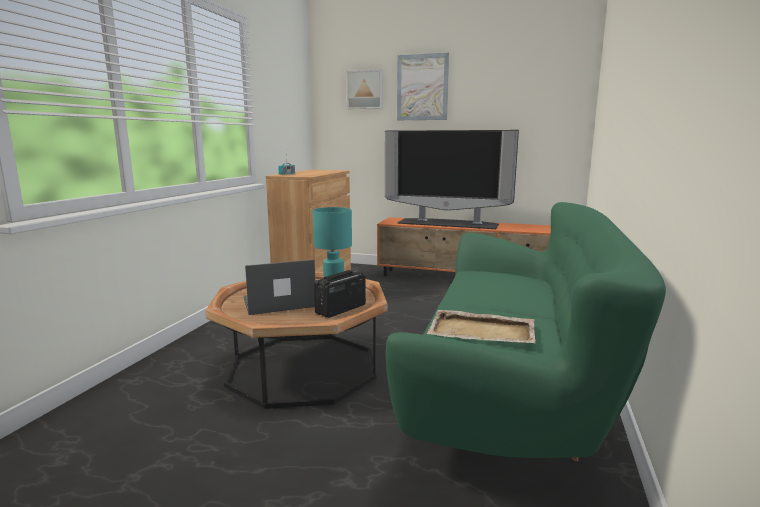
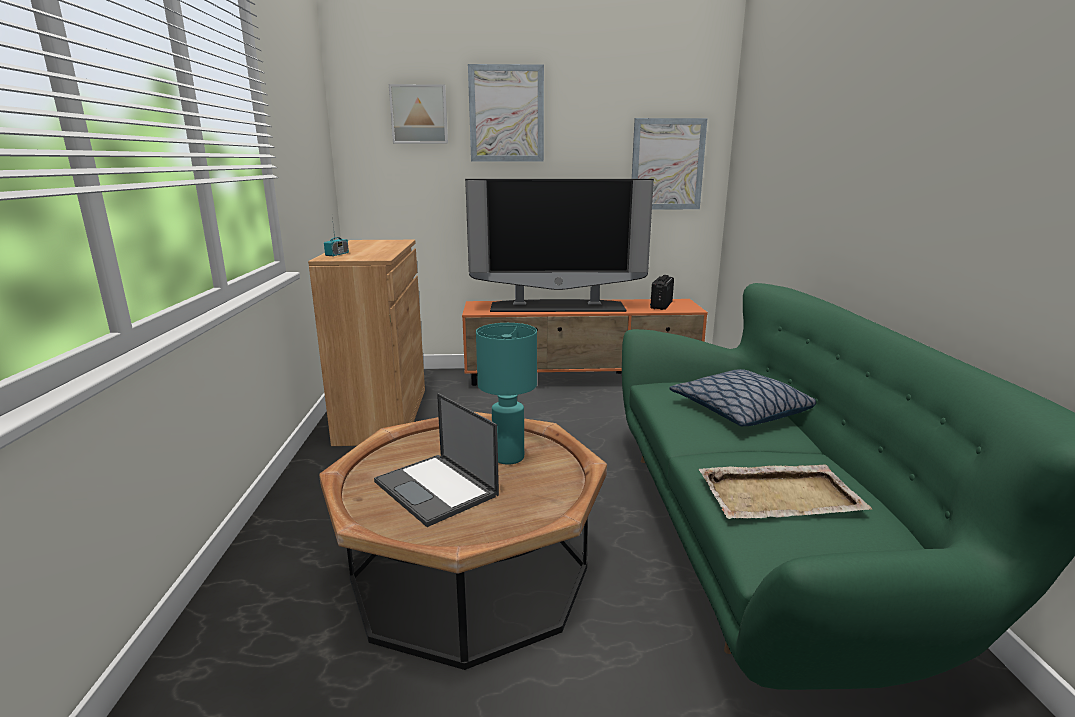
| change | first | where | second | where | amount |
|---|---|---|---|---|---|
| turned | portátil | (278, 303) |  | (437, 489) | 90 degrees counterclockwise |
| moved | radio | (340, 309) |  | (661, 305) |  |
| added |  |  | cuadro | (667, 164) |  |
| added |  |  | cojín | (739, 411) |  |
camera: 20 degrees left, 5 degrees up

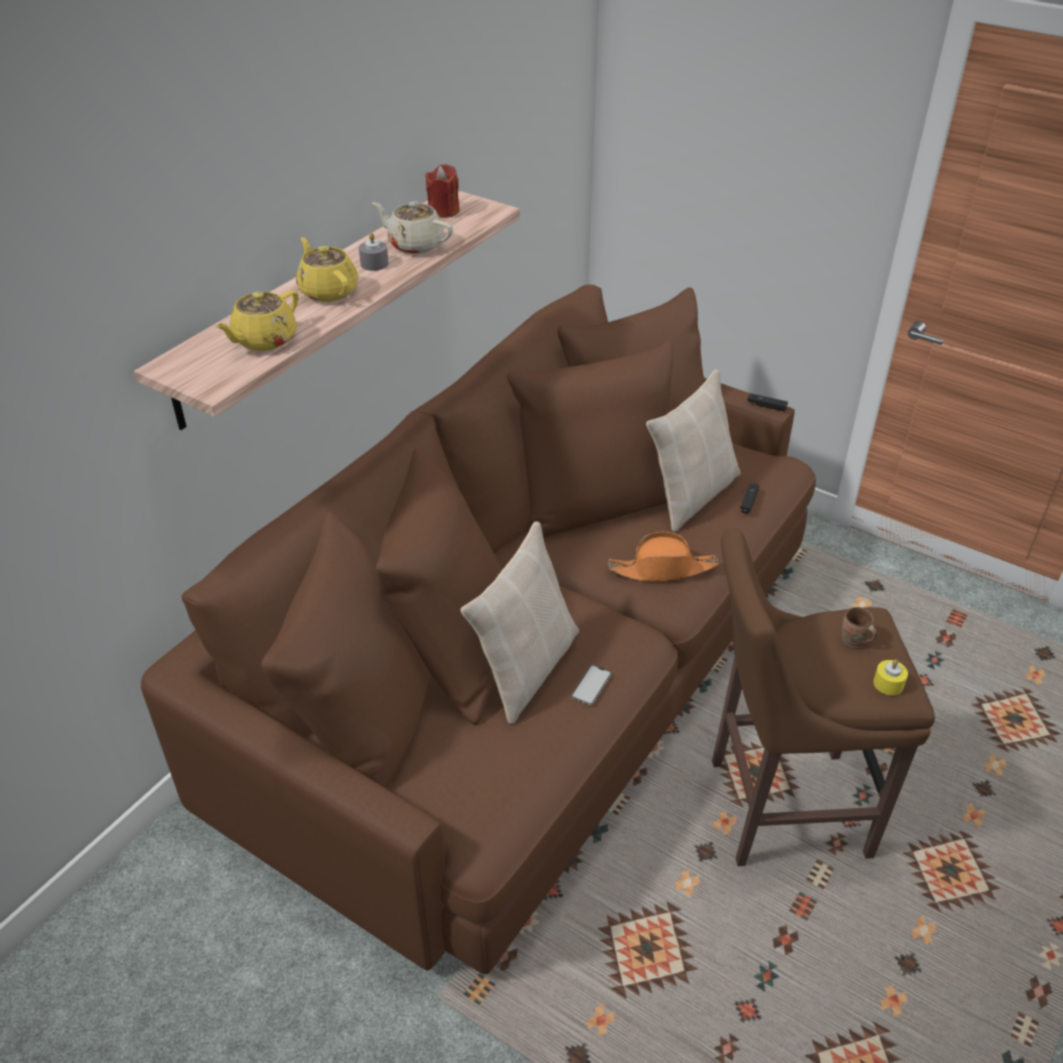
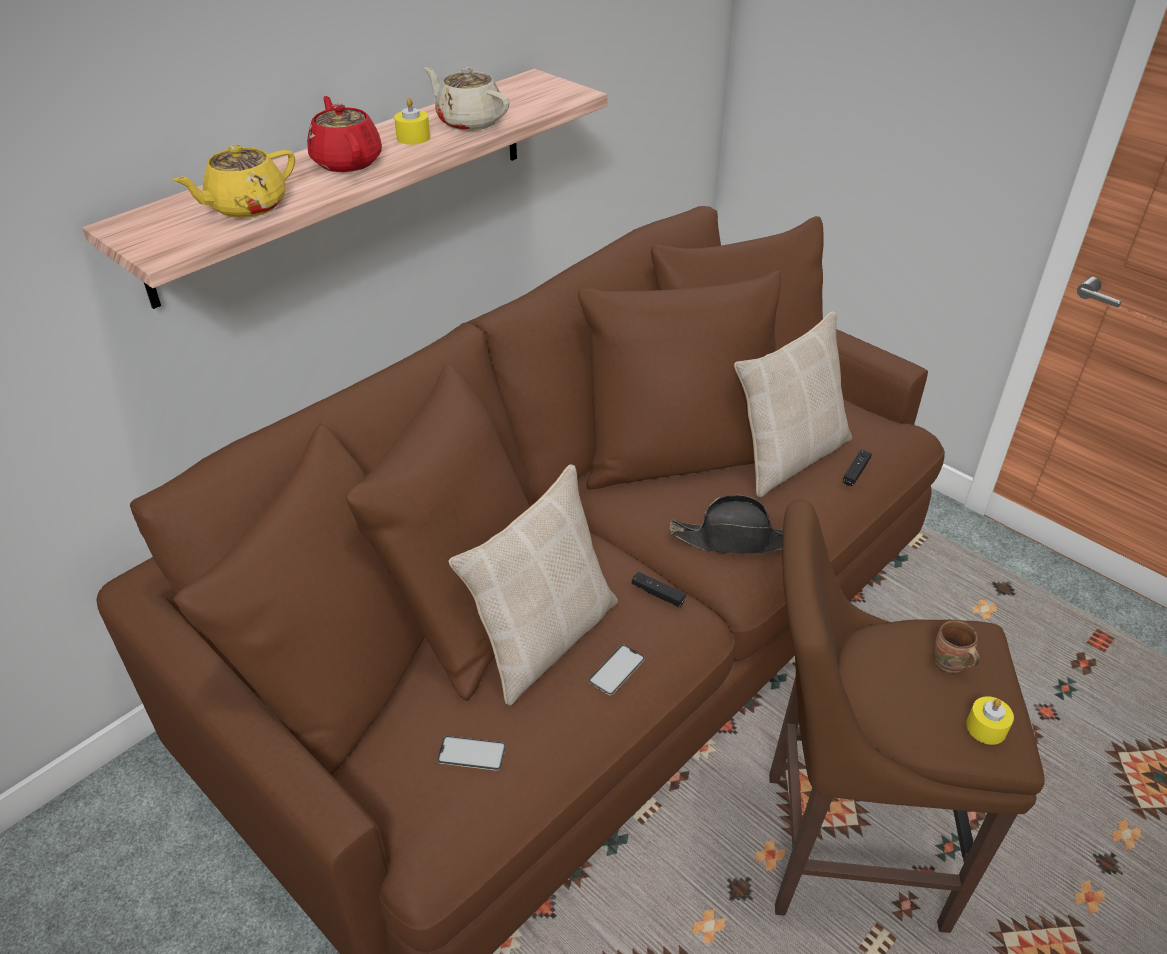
| change | first | where | second | where | amount |
|---|---|---|---|---|---|
| removed | vela [rojo] | (443, 211) |  |  |  |
| recoloured | vela [gris] | (374, 264) | vela [amarillo] | (413, 137) |  |
| recoloured | tetera [amarillo] | (328, 291) | tetera [rojo] | (347, 161) |  |
| moved | mando de consola [negro] | (766, 406) |  | (658, 594) |  |
| recoloured | sombrero [naranja] | (663, 569) | sombrero [negro] | (736, 539) |  |
| added |  |  | móvil | (471, 753) |  |
camera: 10 degrees right, 0 degrees up

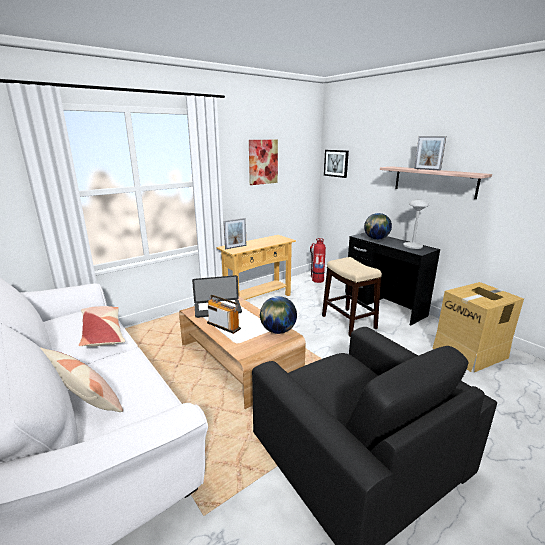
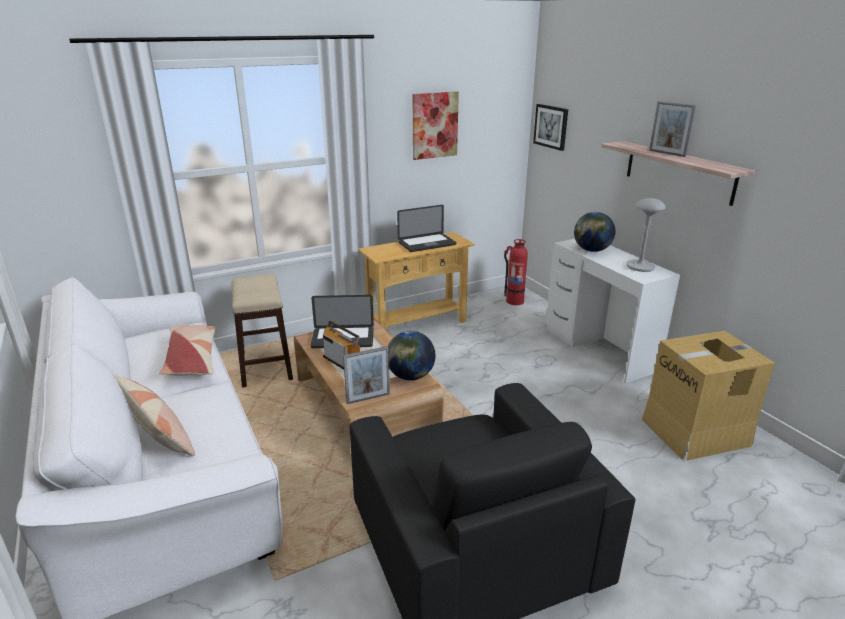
| change | first | where | second | where | amount |
|---|---|---|---|---|---|
| moved | portarretratos | (235, 247) |  | (368, 398) |  |
| recoloured | escritorio [negro] | (384, 305) | escritorio [blanco] | (599, 349) |  |
| moved | taburete | (348, 322) |  | (265, 366) |  |
| added |  |  | portátil | (427, 244) |  |
camera: 10 degrees right, 5 degrees up

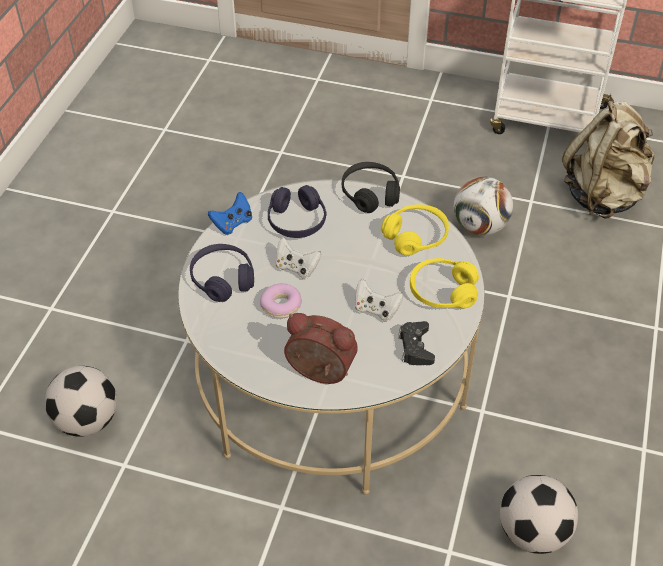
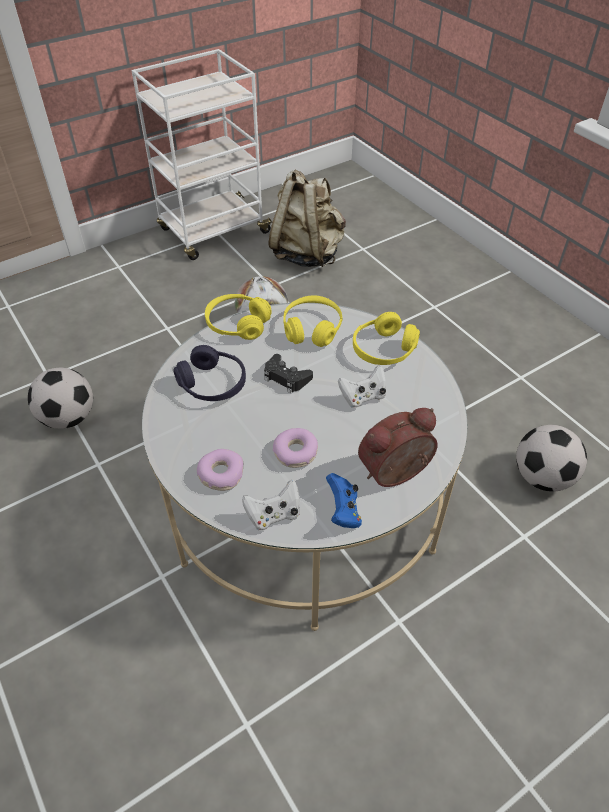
| change | first | where | second | where | amount |
|---|---|---|---|---|---|
| recoloured | auriculares [negro] | (370, 194) | auriculares [amarillo] | (237, 324) |  |
| moved | mando de consola [azul] | (232, 223) |  | (343, 511) |  |
| moved | mando de consola [blanco] | (296, 268) |  | (273, 515) |  |
| replaced | auriculares [morado] | (223, 279) | rosquilla | (221, 474) |  |
| moved | mando de consola [negro] | (415, 347) |  | (286, 377) |  |
| moved | balón de fútbol | (87, 420) |  | (68, 418) |  |
camera: 50 degrees left, 0 degrees up

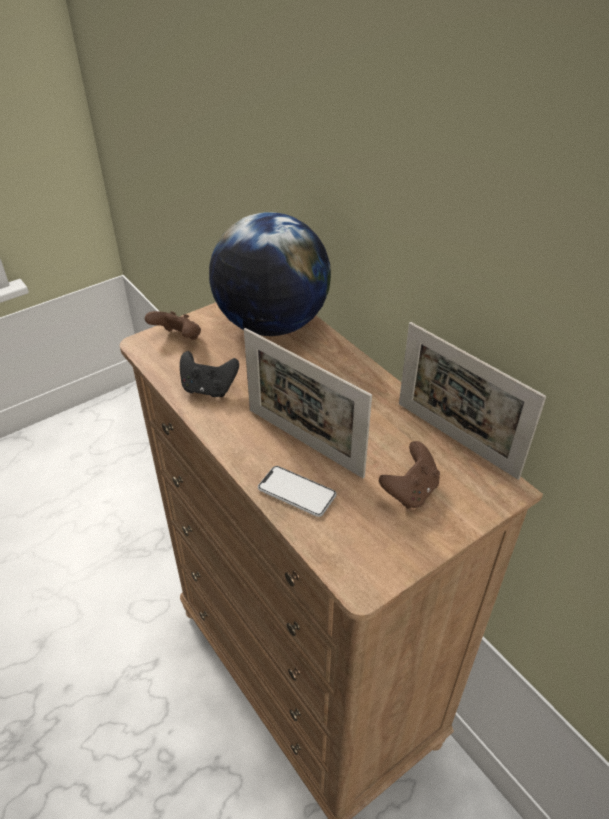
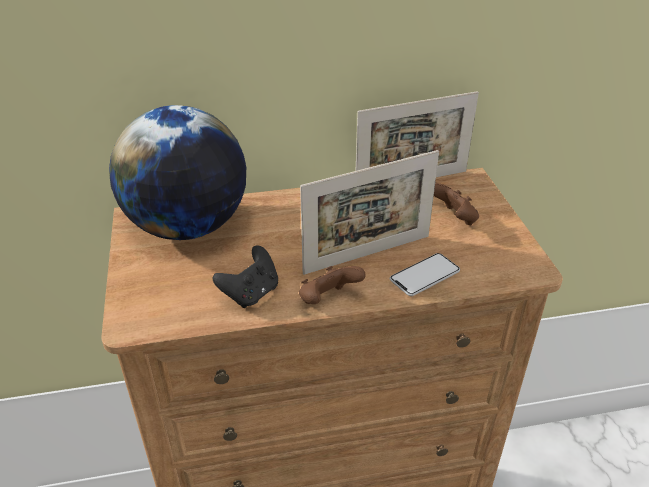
| change | first | where | second | where | amount |
|---|---|---|---|---|---|
| moved | mando de consola [marrón] | (178, 339) |  | (328, 300) |  |
camera: 65 degrees left, 5 degrees down

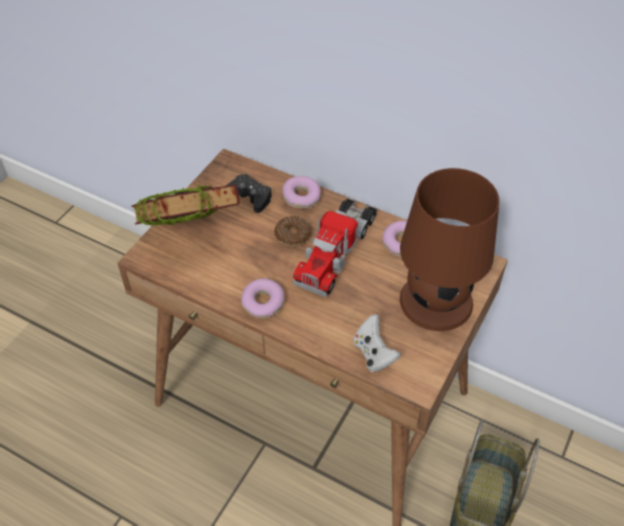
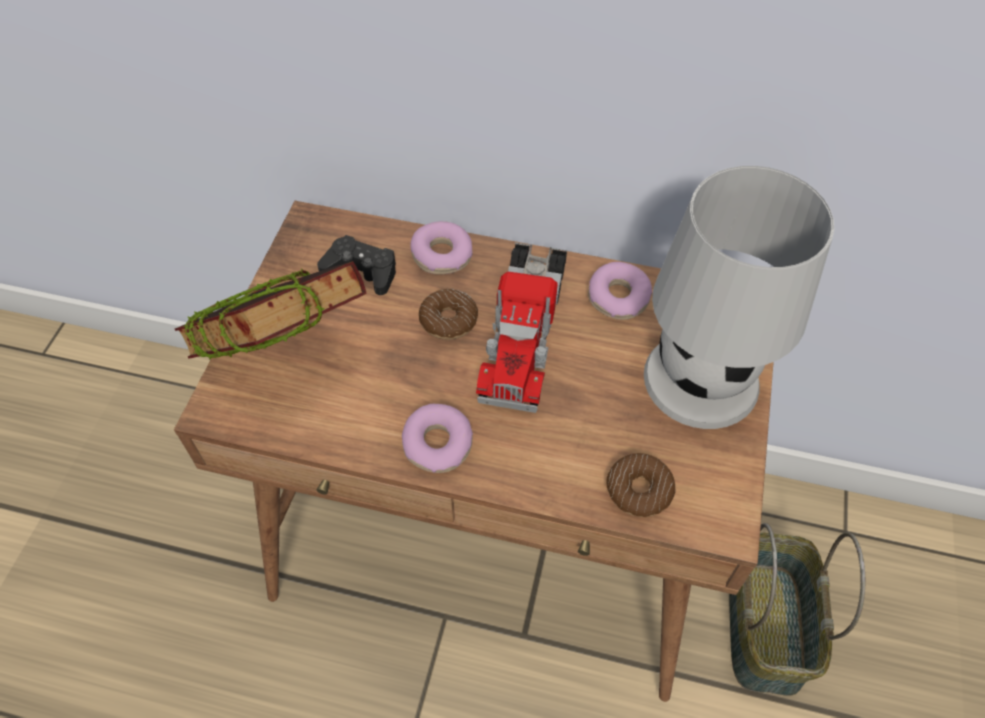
| change | first | where | second | where | amount |
|---|---|---|---|---|---|
| recoloured | lámpara de mesa [marrón] | (437, 301) | lámpara de mesa [blanco] | (703, 379) |  |
| replaced | mando de consola [blanco] | (373, 354) | rosquilla | (639, 490) |  |
camera: 15 degrees left, 5 degrees up

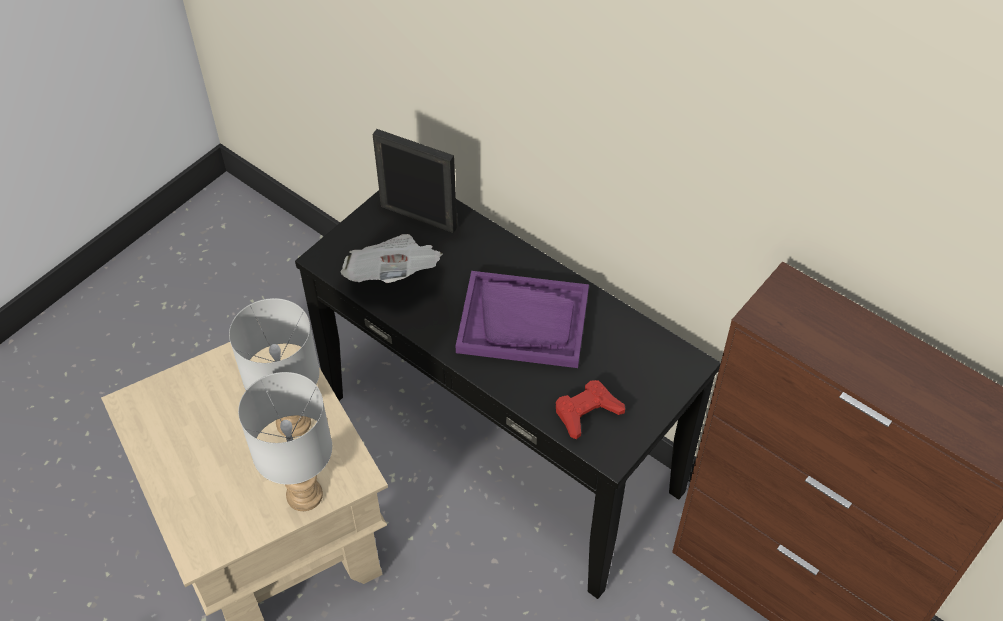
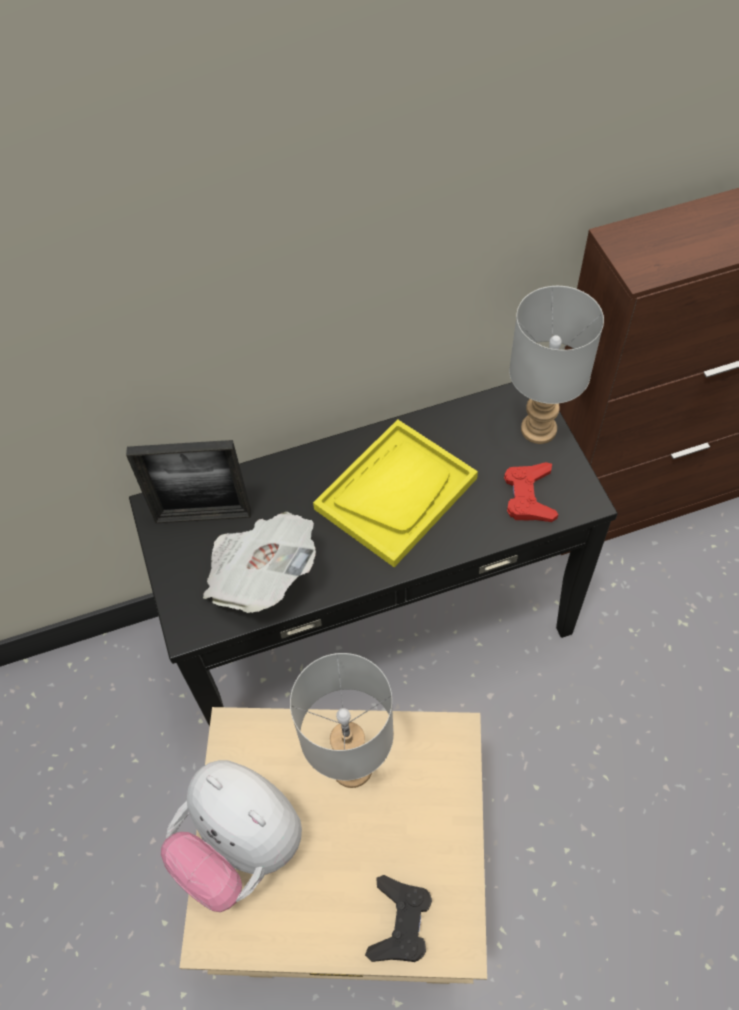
| change | first | where | second | where | amount |
|---|---|---|---|---|---|
| turned | portarretratos | (418, 217) |  | (203, 516) | 150 degrees counterclockwise |
| recoloured | bandeja [morado] | (523, 321) | bandeja [amarillo] | (396, 493) |  |
| moved | lámpara de mesa [gris] | (303, 495) |  | (538, 430) |  |
| added |  |  | peluche | (240, 847) |  |
| added |  |  | mando de consola [negro] | (400, 922) |  |
camera: 55 degrees left, 5 degrees up

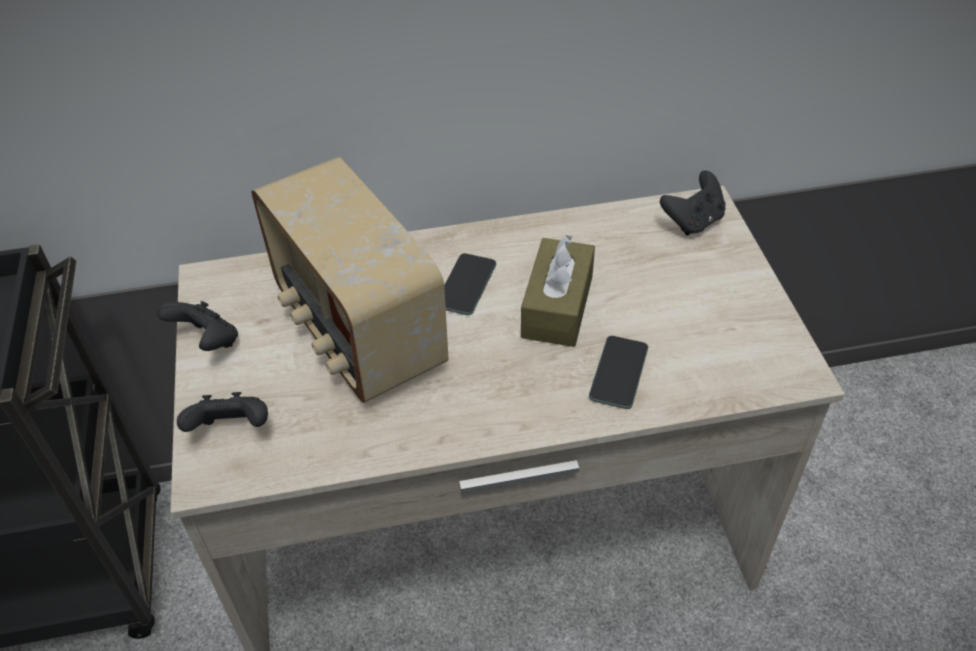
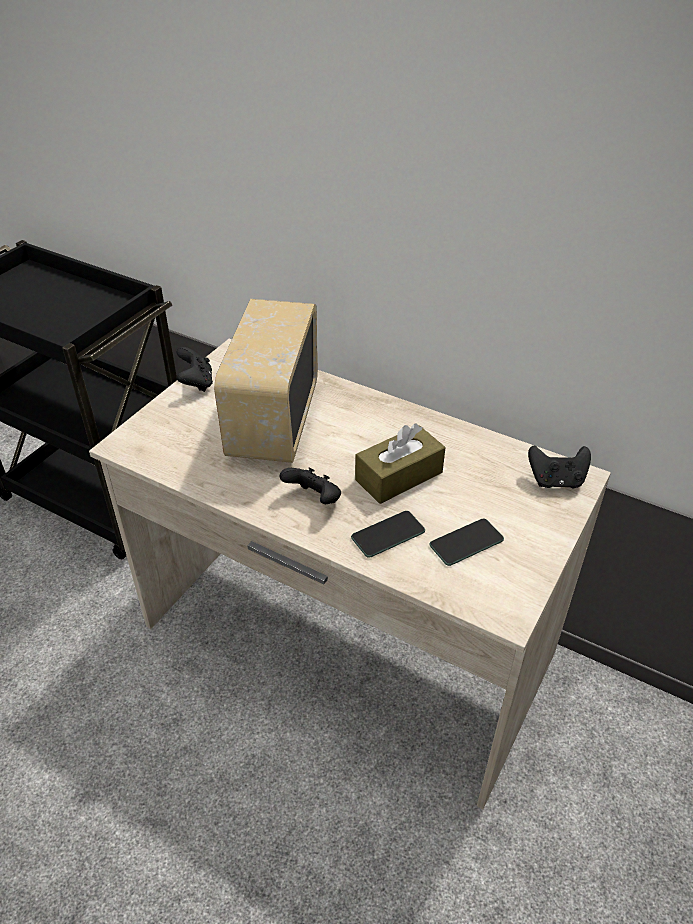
| change | first | where | second | where | amount |
|---|---|---|---|---|---|
| moved | móvil | (466, 285) |  | (466, 542) |  |
| moved | mando de consola [negro] | (232, 429) |  | (314, 499) |  |
camera: 40 degrees right, 5 degrees down

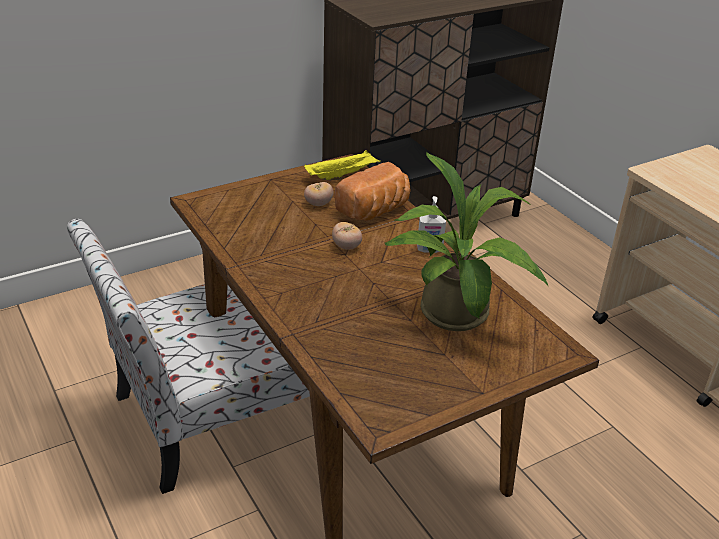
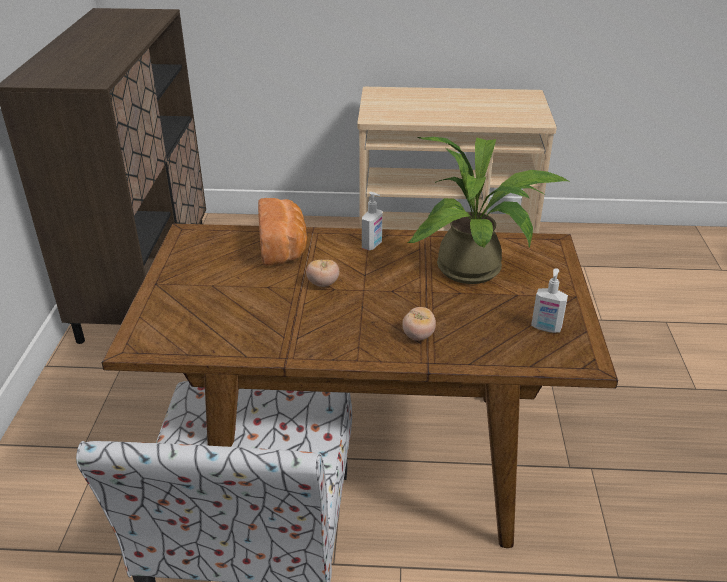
| change | first | where | second | where | amount |
|---|---|---|---|---|---|
| removed | bandeja [amarillo] | (342, 175) |  |  |  |
| moved | tomate | (318, 204) |  | (418, 336) |  |
| added |  |  | dispensador de jabón | (546, 328) |  |
camera: 55 degrees left, 0 degrees up

